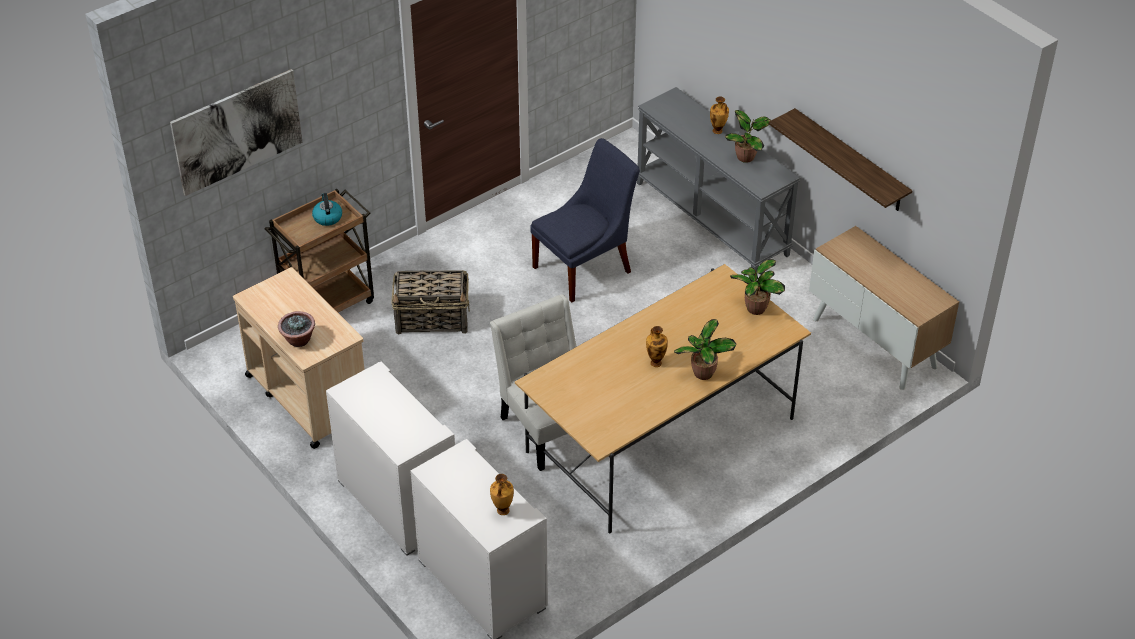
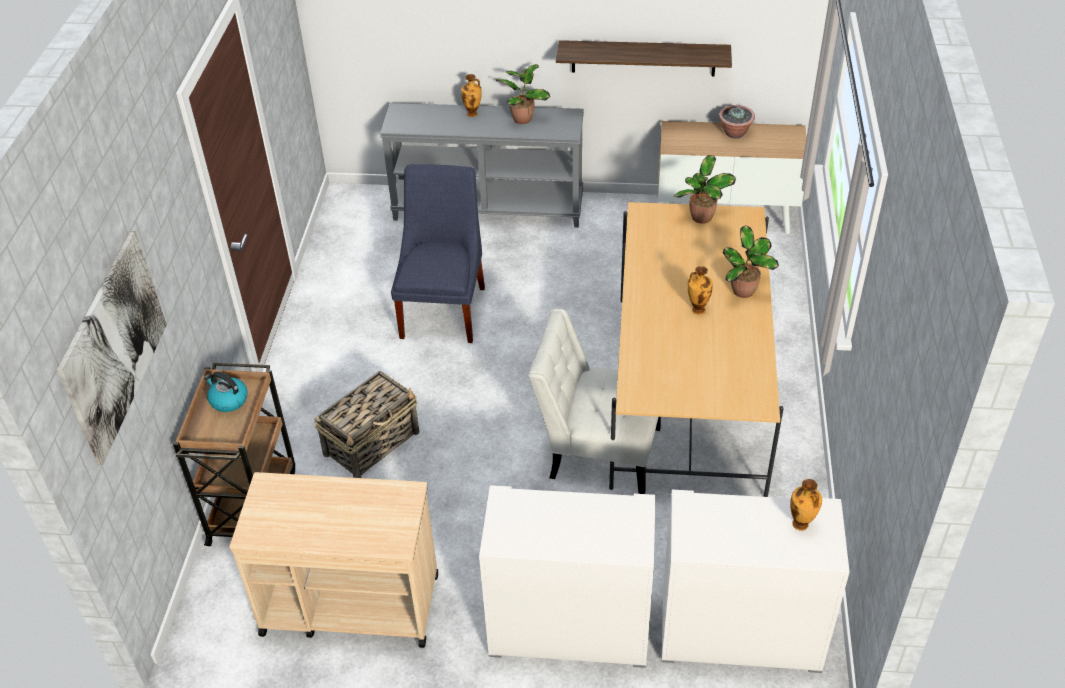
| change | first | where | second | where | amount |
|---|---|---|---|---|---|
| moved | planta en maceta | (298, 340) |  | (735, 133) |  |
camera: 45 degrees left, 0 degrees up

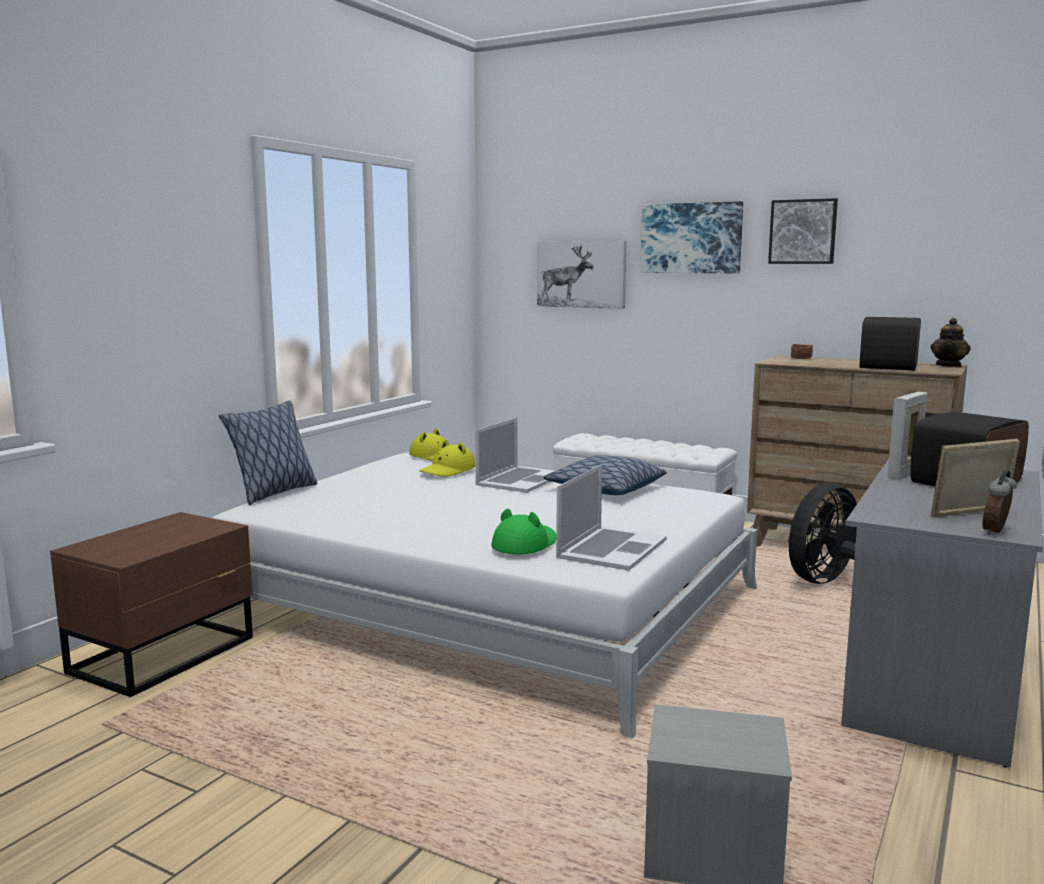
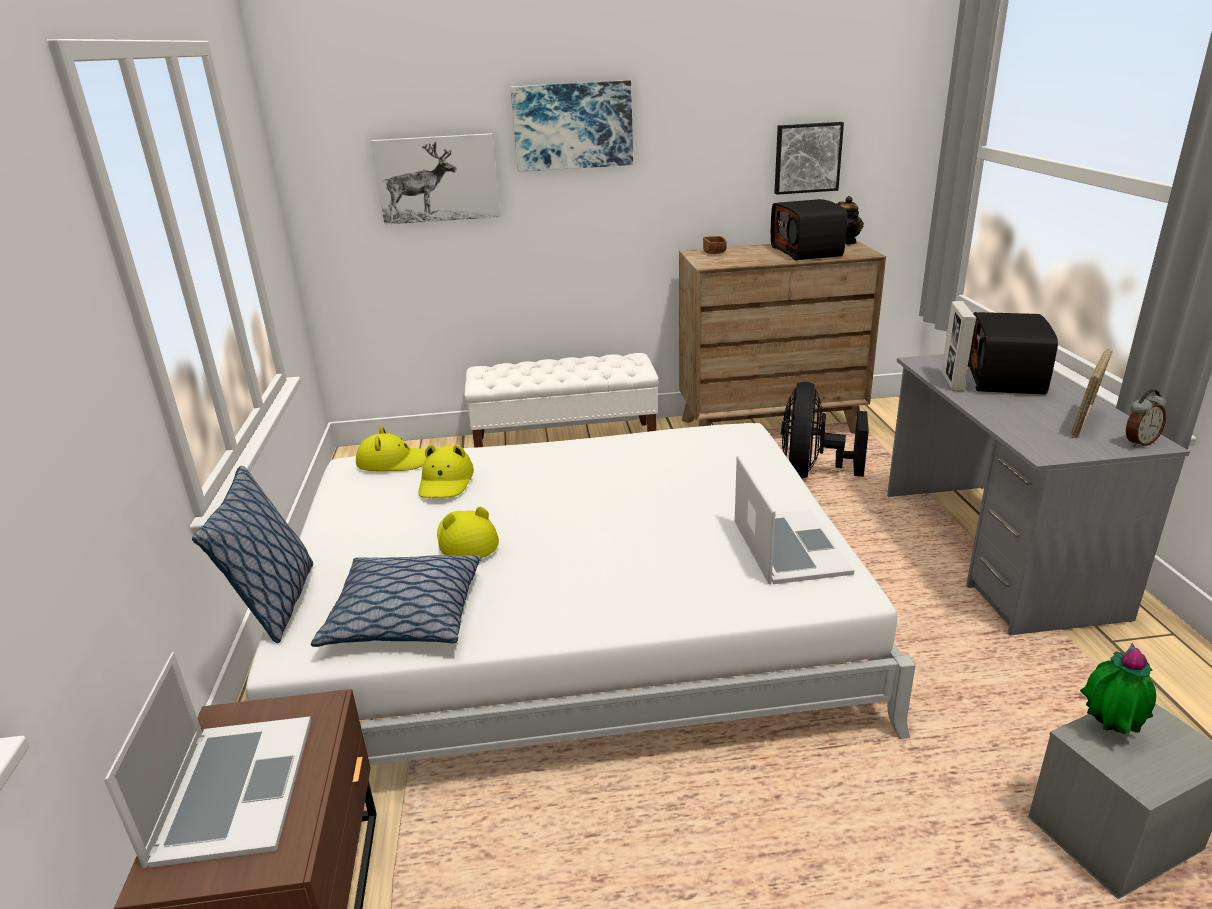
| change | first | where | second | where | amount |
|---|---|---|---|---|---|
| moved | cuadro | (803, 231) |  | (807, 158) |  |
| moved | portátil | (520, 480) |  | (232, 788) |  |
| moved | cojín | (605, 489) |  | (404, 617) |  |
| turned | despertador | (996, 532) |  | (1139, 443) | 120 degrees counterclockwise |
| removed | sombrero [verde] | (524, 544) |  |  |  |
| added |  |  | sombrero [amarillo] | (466, 540) |  |
| added |  |  | planta en maceta | (1107, 731) |  |
camera: 35 degrees left, 15 degrees up

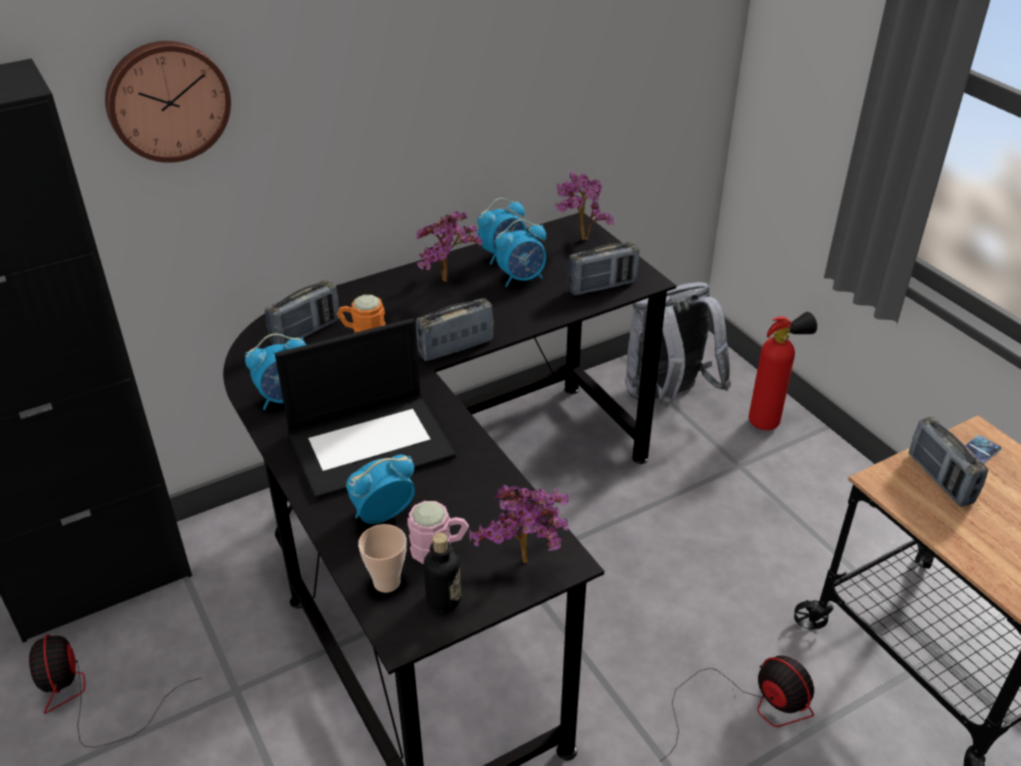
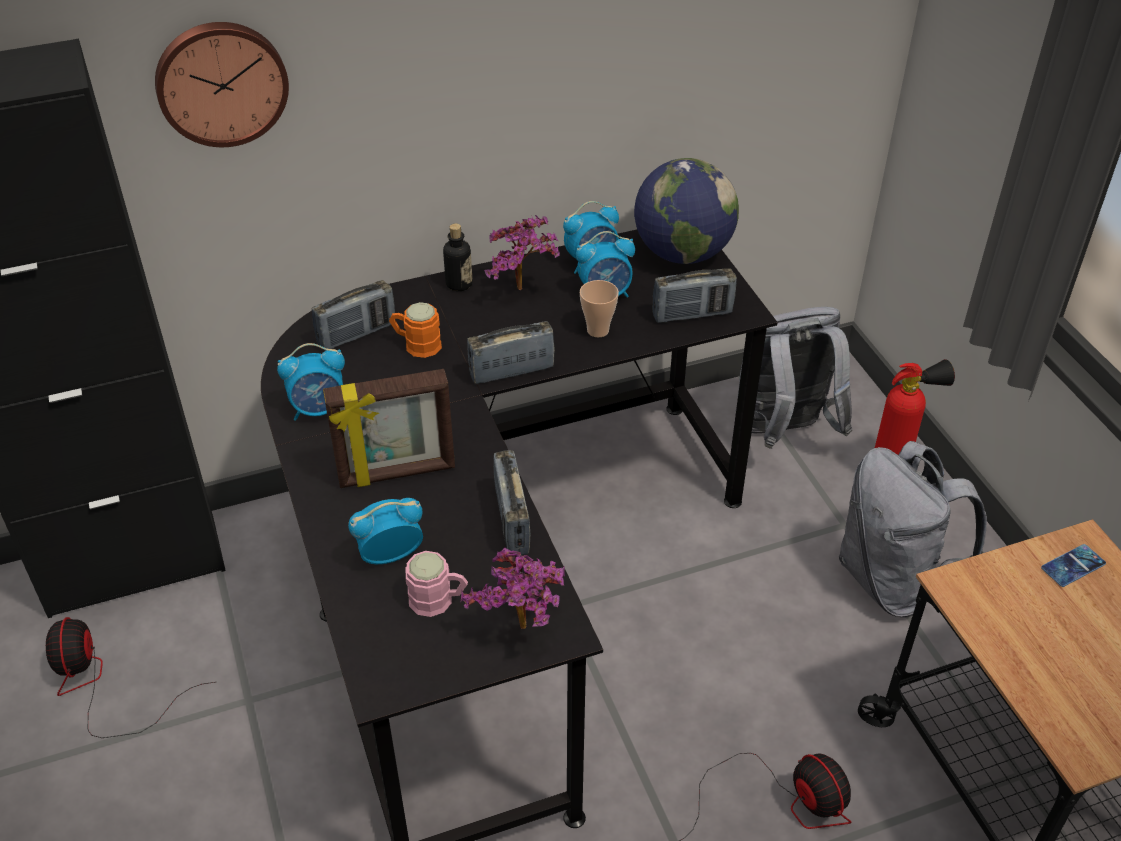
| change | first | where | second | where | amount |
|---|---|---|---|---|---|
| replaced | planta en maceta | (579, 240) | globo terráqueo | (682, 253) |  |
| replaced | portátil | (372, 444) | portarretratos | (397, 473) |  |
| moved | radio | (940, 479) |  | (511, 521) |  |
| moved | taza | (387, 582) |  | (598, 330) |  |
| moved | botella | (443, 599) |  | (459, 284) |  |
| added |  |  | mochila [gris] | (892, 580) |  |
camera: 10 degrees right, 5 degrees up

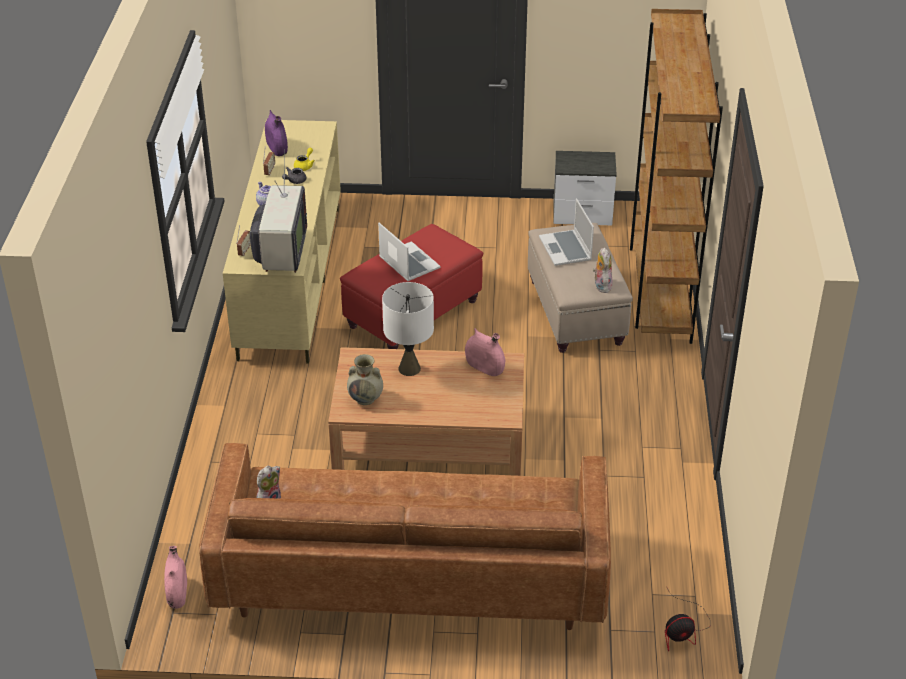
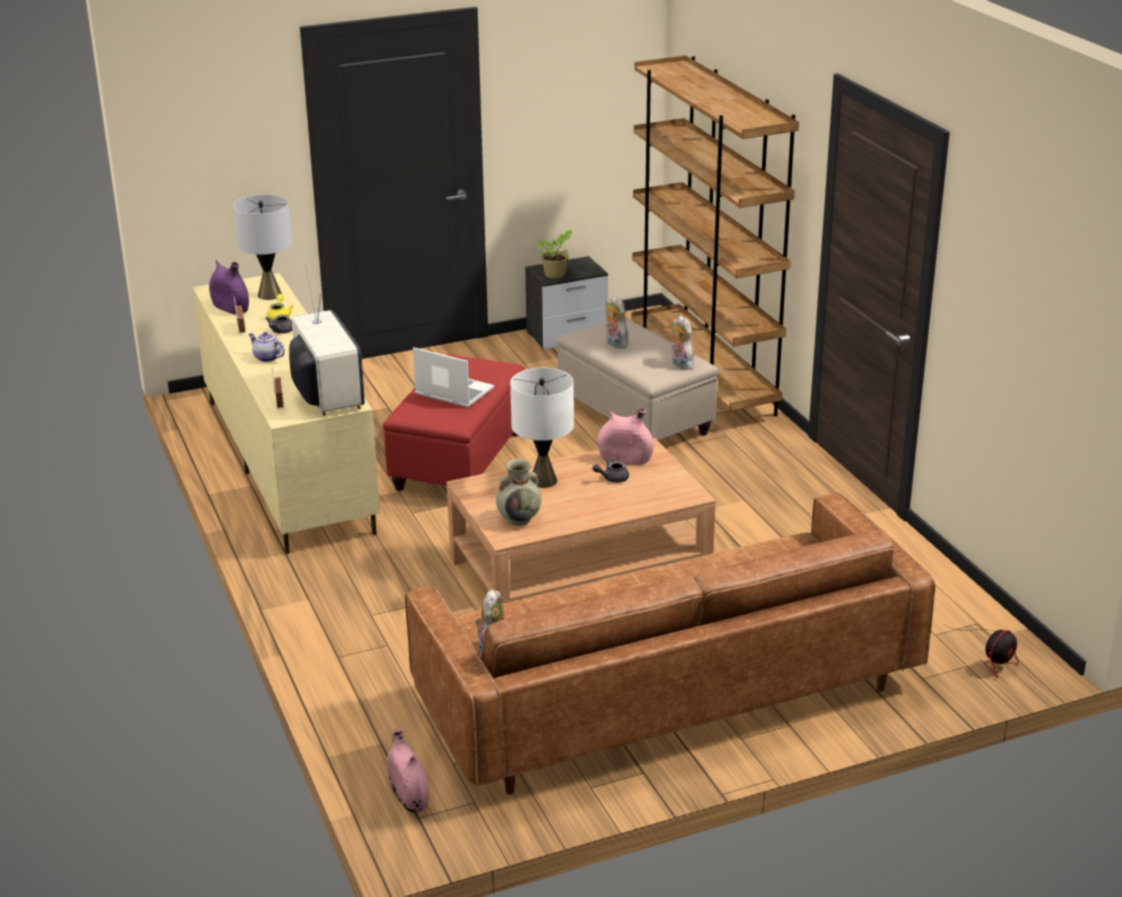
| change | first | where | second | where | amount |
|---|---|---|---|---|---|
| replaced | portátil | (566, 249) | peluche | (614, 343) |  |
| added |  |  | lámpara de mesa [gris] | (269, 295) |  |
| added |  |  | planta en maceta | (556, 275) |  |
| added |  |  | tetera [gris] | (612, 478) |  |
camera: 25 degrees left, 10 degrees down

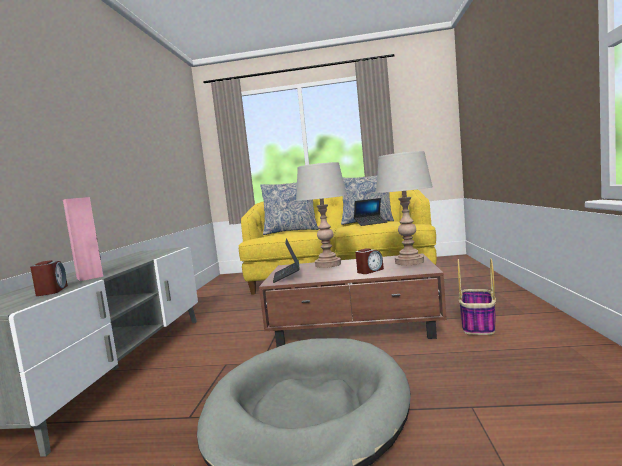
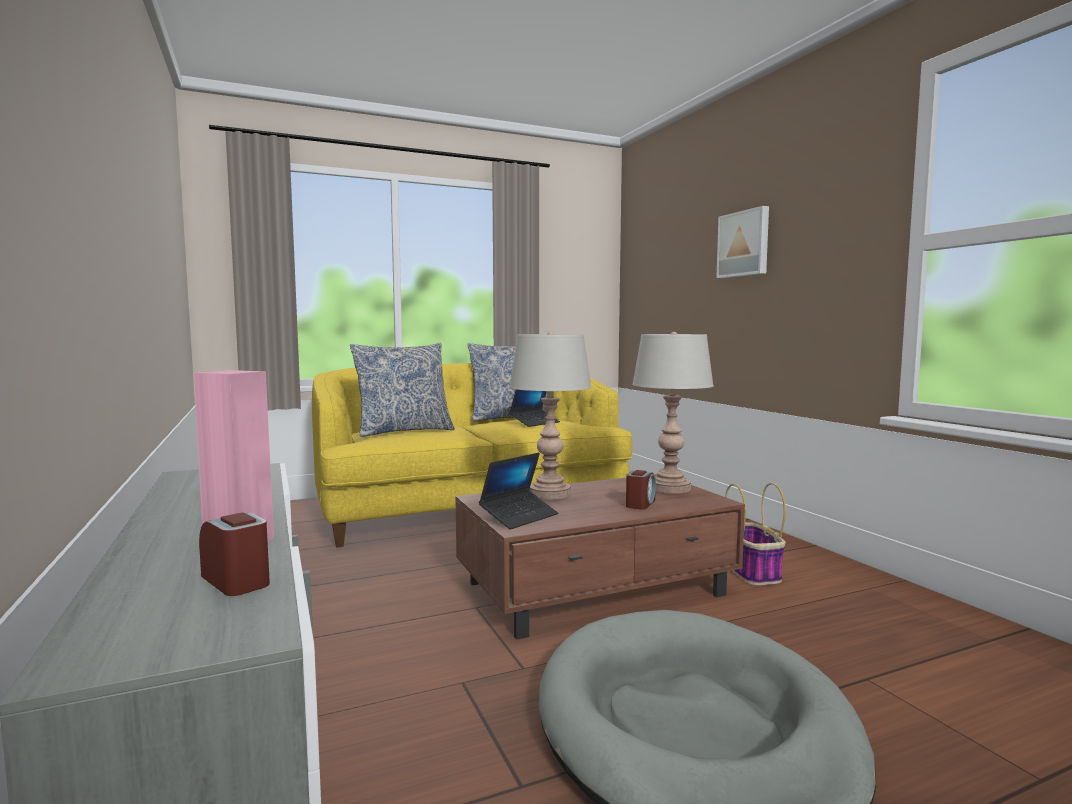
| change | first | where | second | where | amount |
|---|---|---|---|---|---|
| turned | portátil | (287, 276) |  | (519, 517) | 105 degrees counterclockwise |
| added |  |  | cuadro | (744, 244) |  |
camera: 30 degrees left, 0 degrees up

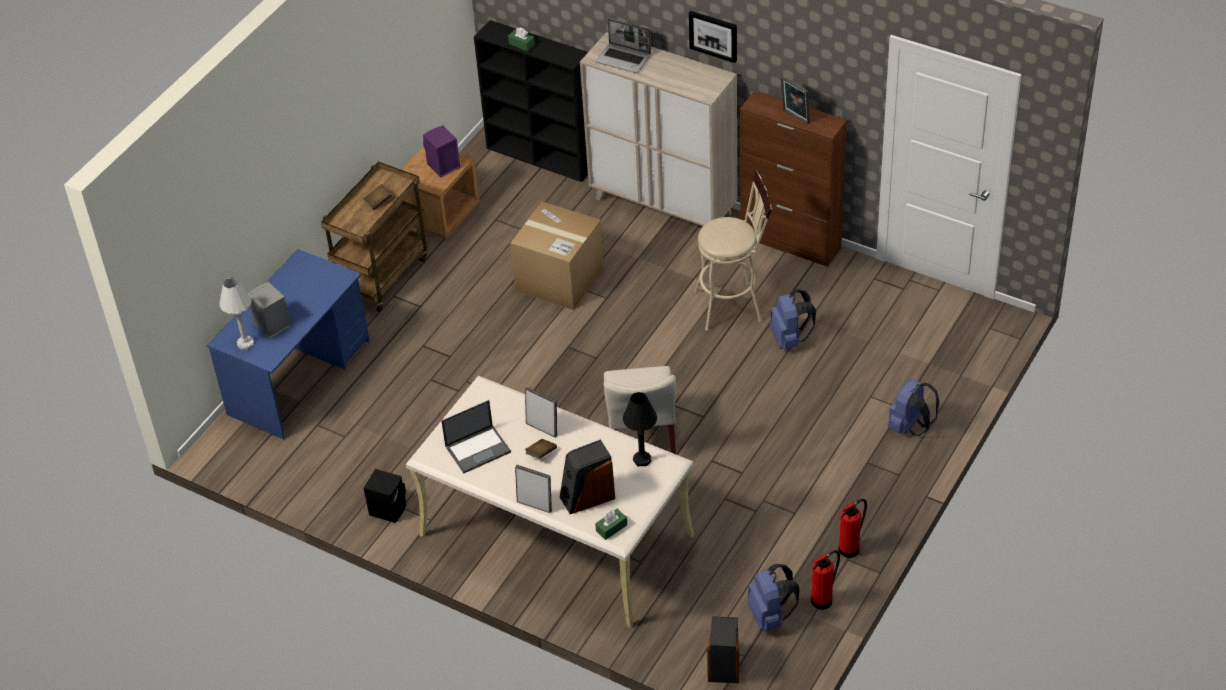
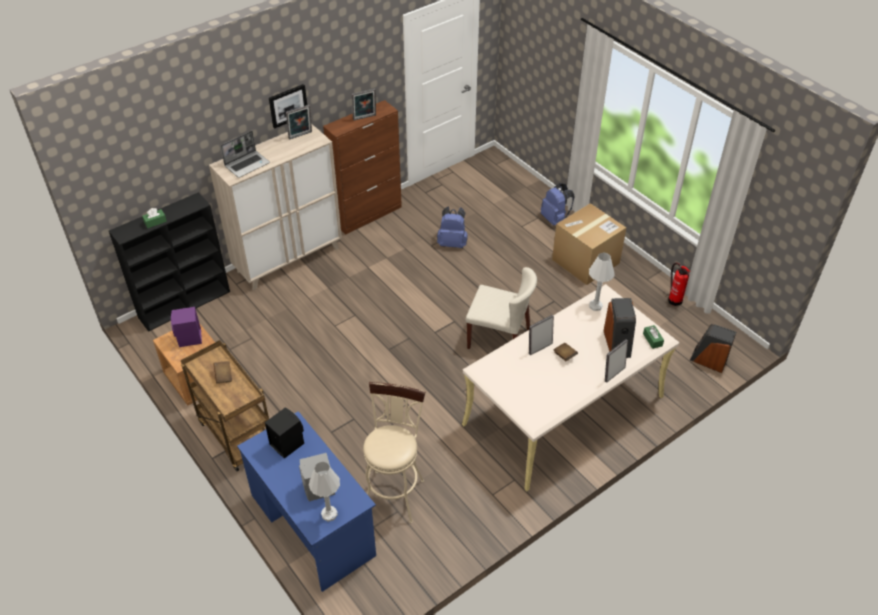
| change | first | where | second | where | amount |
|---|---|---|---|---|---|
| moved | taburete [beis] | (734, 305) |  | (394, 491) |  |
| moved | caja de cartón | (559, 279) |  | (585, 261) |  |
| recoloured | lámpara de mesa [negro] | (642, 460) | lámpara de mesa [blanco] | (595, 306) |  |
| removed | portátil | (478, 449) |  |  |  |
| moved | altavoz [negro] | (389, 509) |  | (286, 443) |  |
| removed | extintor | (850, 548) |  |  |  |
| removed | mochila [azul] | (770, 616) |  |  |  |
| added |  |  | portarretratos | (300, 136) |  |
camera: 70 degrees left, 0 degrees up

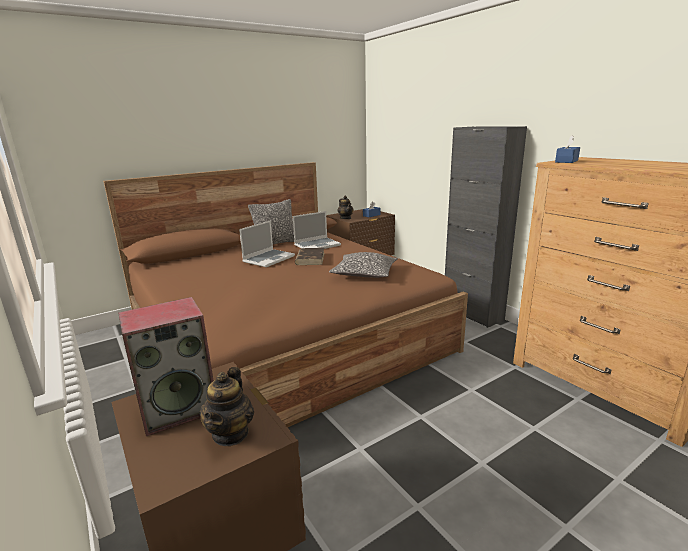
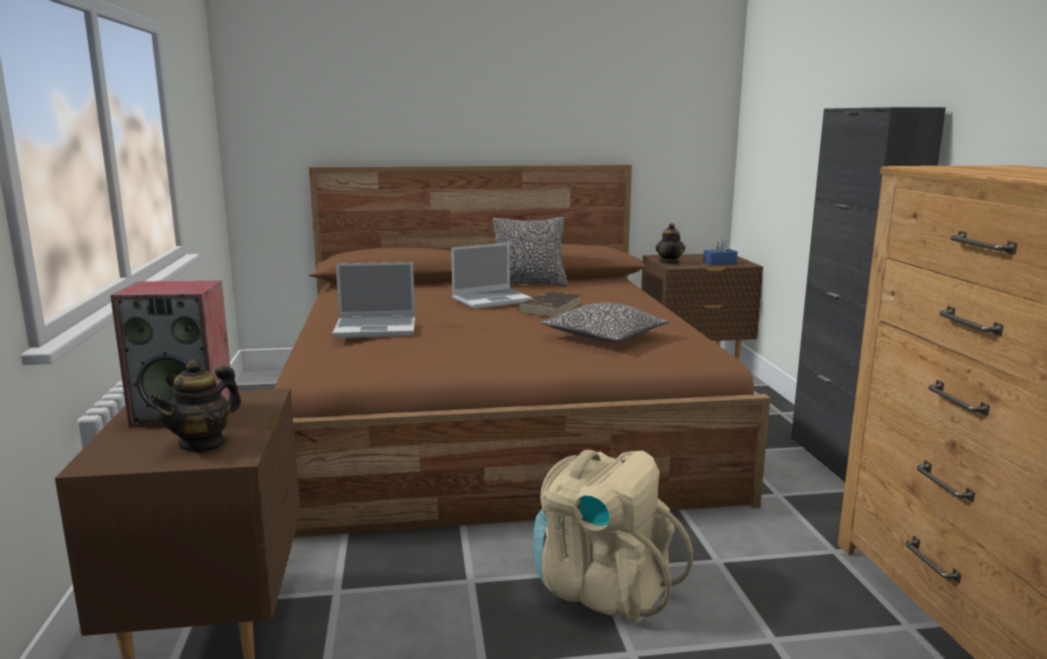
| change | first | where | second | where | amount |
|---|---|---|---|---|---|
| removed | caja de pañuelos [azul] | (566, 161) |  |  |  |
| moved | portátil | (317, 245) |  | (377, 329) |  |
| added |  |  | mochila [beis] | (602, 589) |  |
camera: 25 degrees right, 5 degrees down

